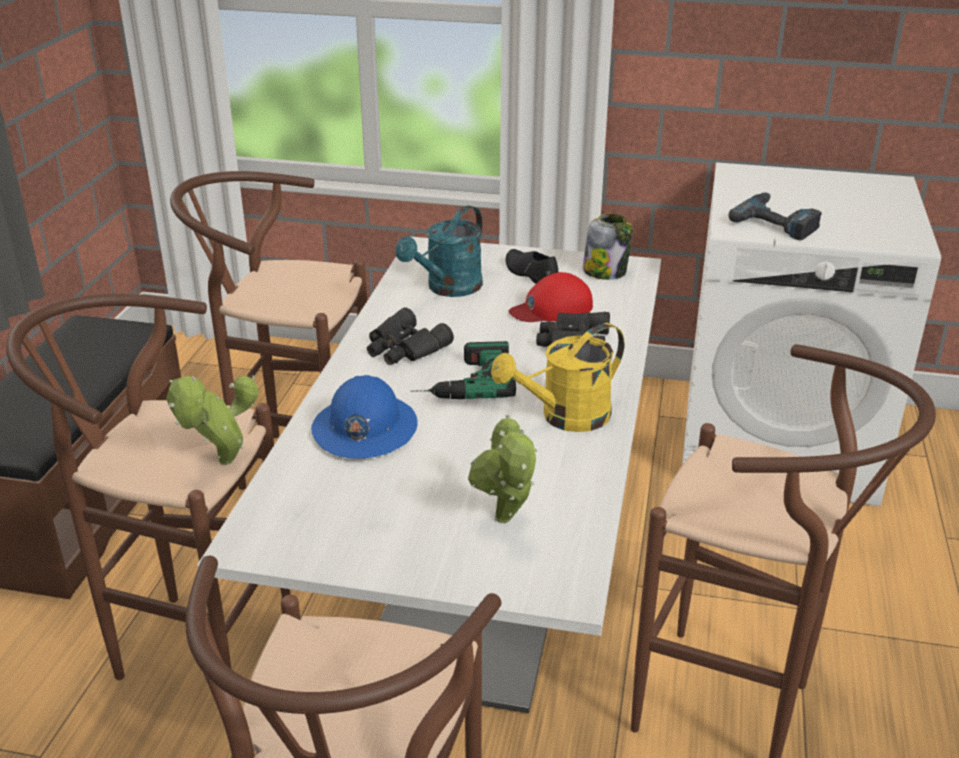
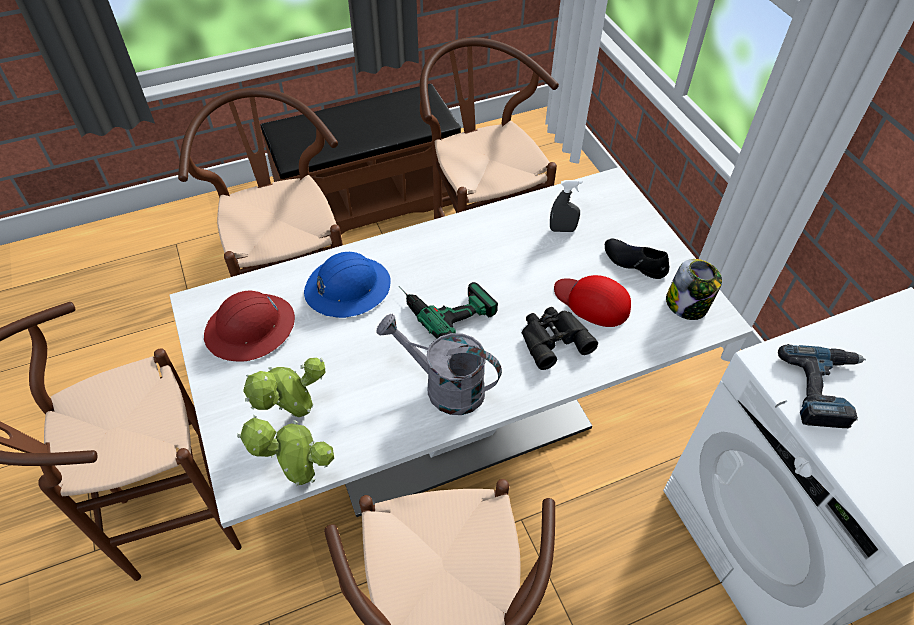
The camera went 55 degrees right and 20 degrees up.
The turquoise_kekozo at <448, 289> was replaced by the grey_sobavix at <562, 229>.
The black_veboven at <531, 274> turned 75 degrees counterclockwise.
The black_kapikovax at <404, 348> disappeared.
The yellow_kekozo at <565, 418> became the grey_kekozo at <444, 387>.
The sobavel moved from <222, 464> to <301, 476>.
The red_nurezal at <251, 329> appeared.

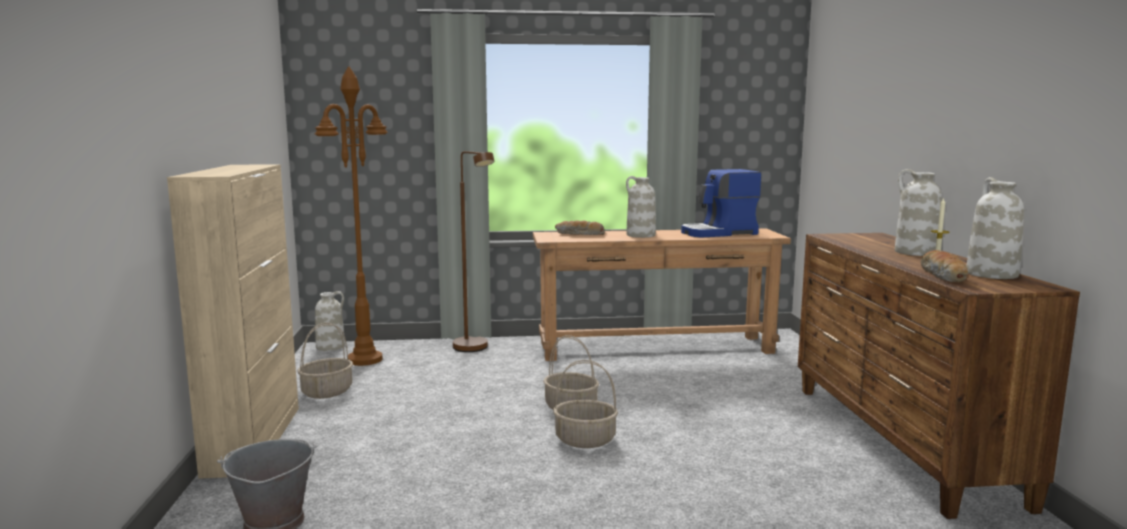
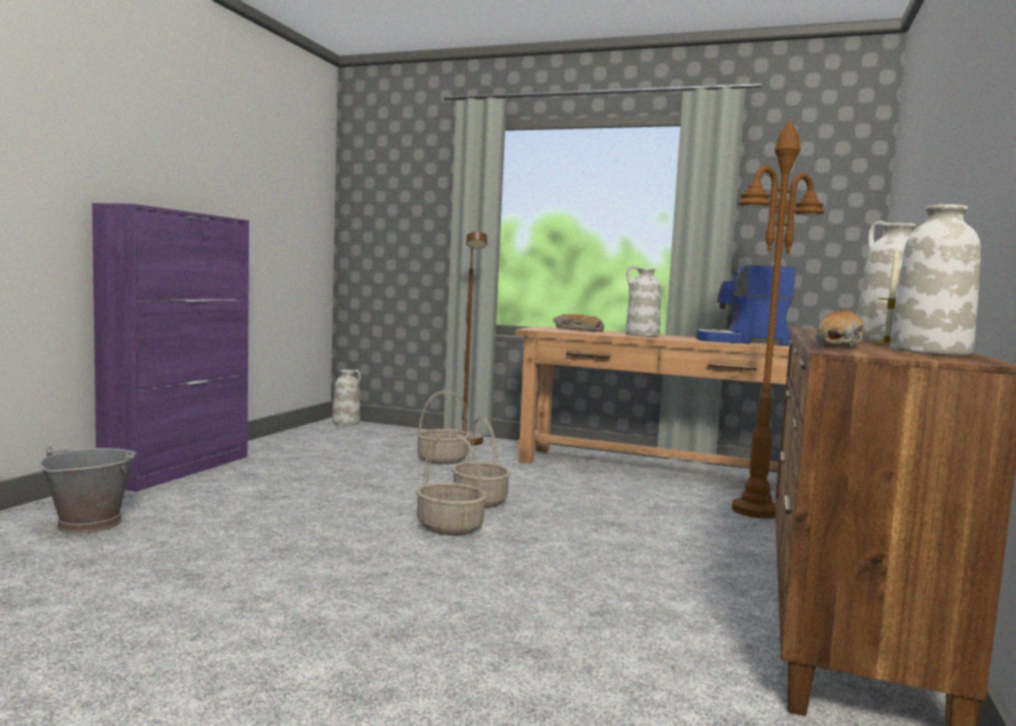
The camera went 25 degrees right and 5 degrees down.
The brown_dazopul moved from <365, 359> to <755, 510>.
The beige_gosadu at <254, 439> became the purple_gosadu at <179, 469>.
The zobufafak moved from <327, 391> to <442, 460>.

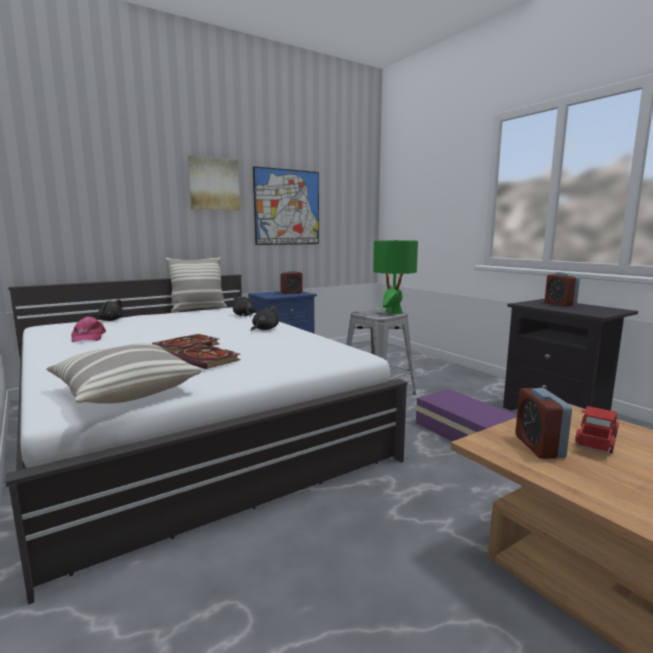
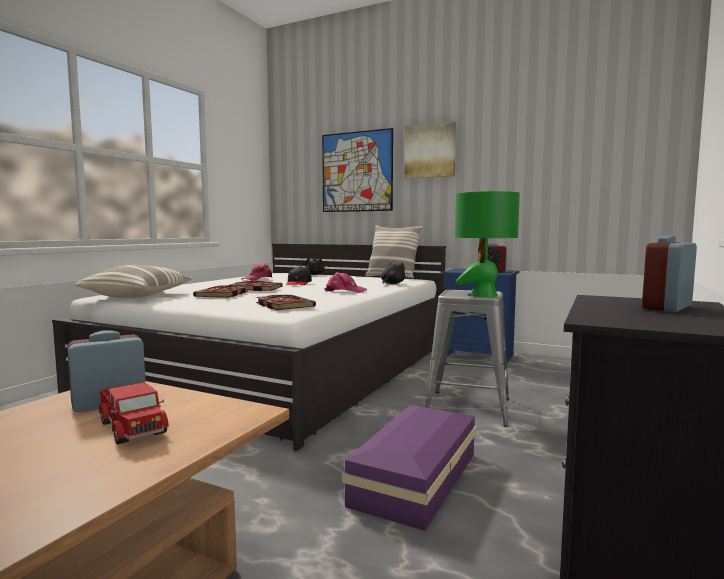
The camera went 60 degrees right and 5 degrees down.
The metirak moved from <287, 207> to <356, 172>.
The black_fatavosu at <264, 329> was replaced by the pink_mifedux at <345, 291>.
The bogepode at <595, 441> turned 45 degrees clockwise.
The black_mifedux at <298, 283> appeared.
The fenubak at <282, 305> appeared.

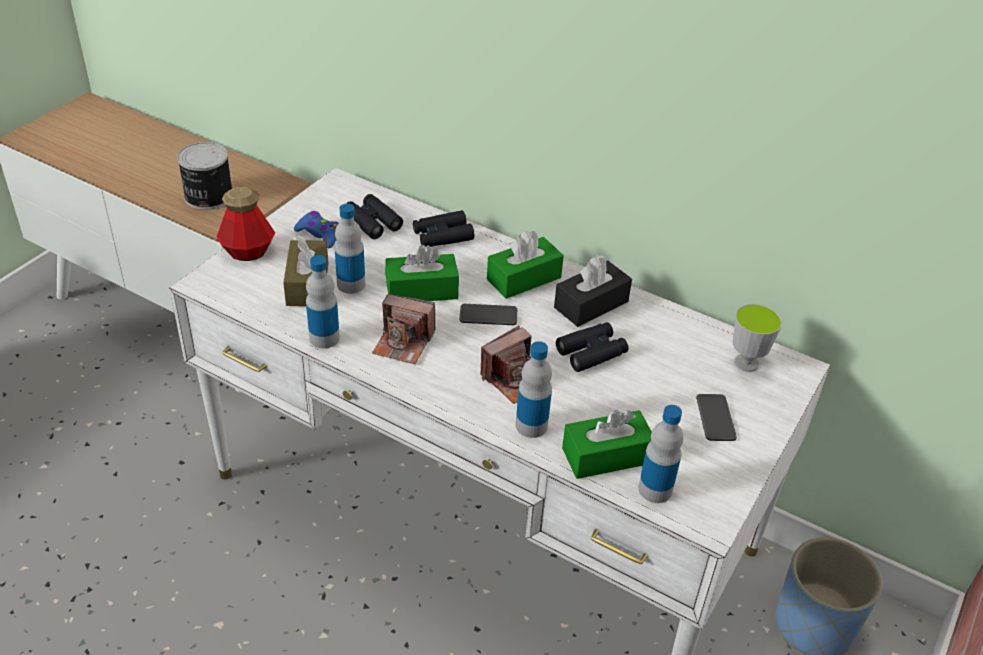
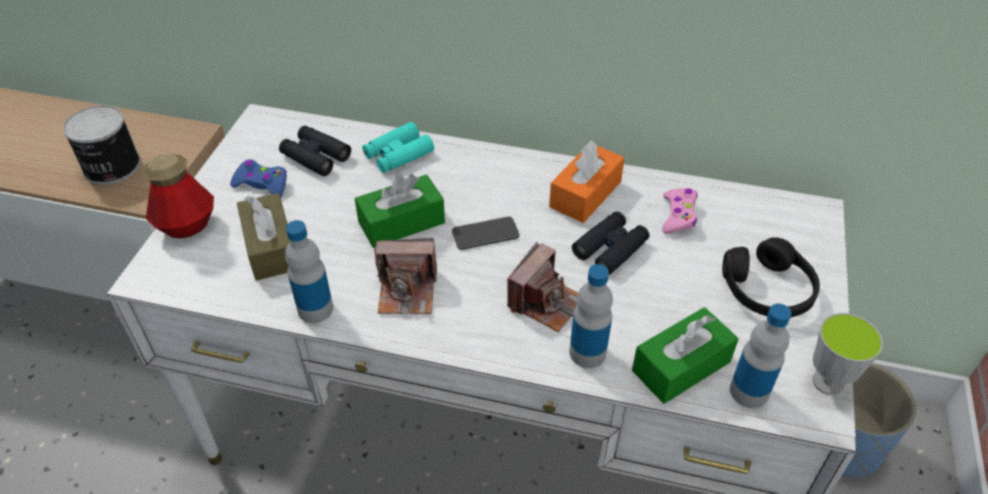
The camera went 15 degrees left and 5 degrees up.
The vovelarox at <351, 284> disappeared.
The black_kapikovax at <442, 236> became the turquoise_kapikovax at <398, 154>.
The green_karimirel at <524, 278> disappeared.
The black_karimirel at <591, 304> became the orange_karimirel at <585, 194>.
The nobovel moved from <746, 363> to <828, 382>.
The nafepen at <715, 418> was replaced by the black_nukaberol at <767, 290>.
The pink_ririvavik at <678, 215> appeared.

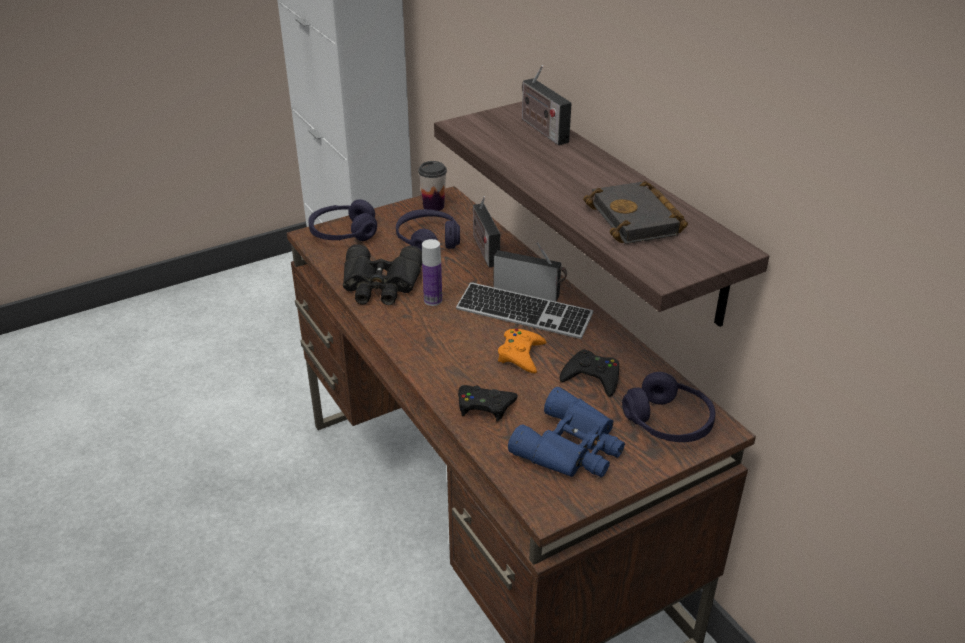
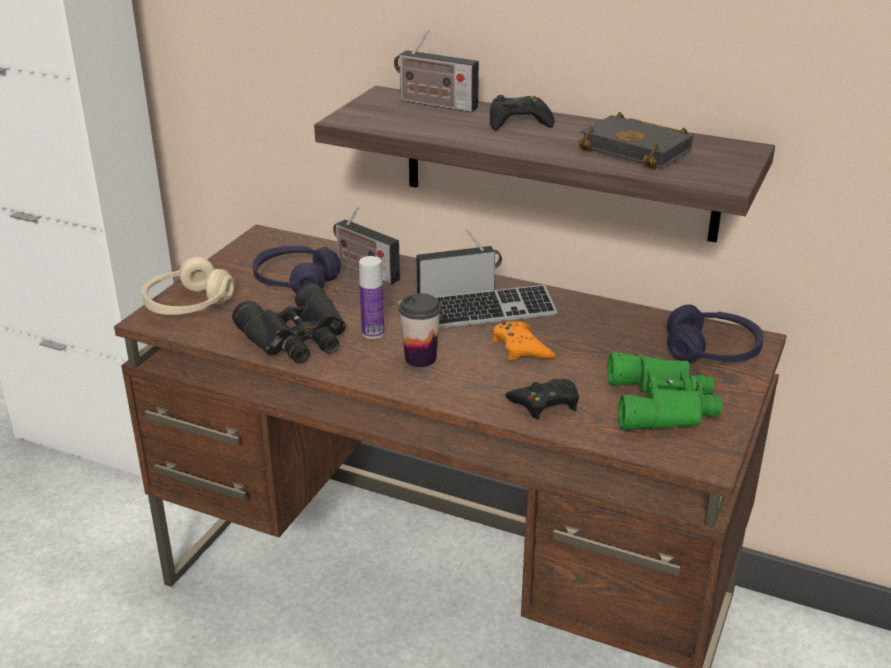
The camera went 35 degrees left and 5 degrees down.
The nobovel moved from <433, 206> to <420, 359>.
The purple_nukaberol at <343, 233> became the beige_nukaberol at <188, 305>.
The black_ririvavik moved from <592, 377> to <518, 121>.
The blue_kapikovax at <572, 447> became the green_kapikovax at <664, 404>.

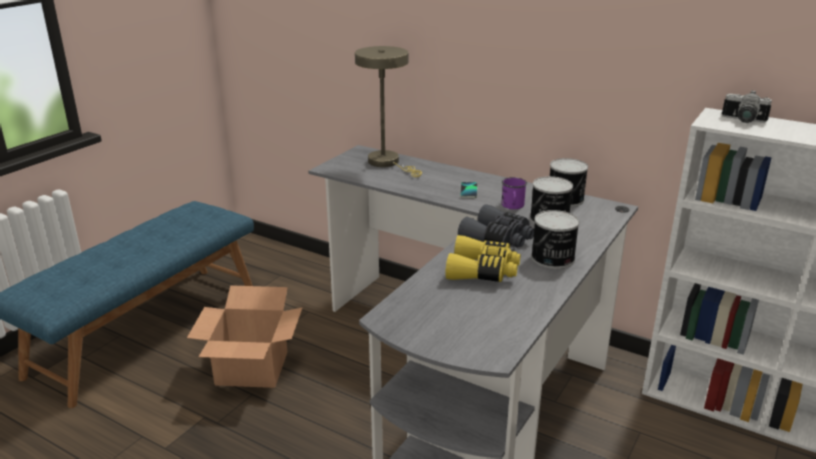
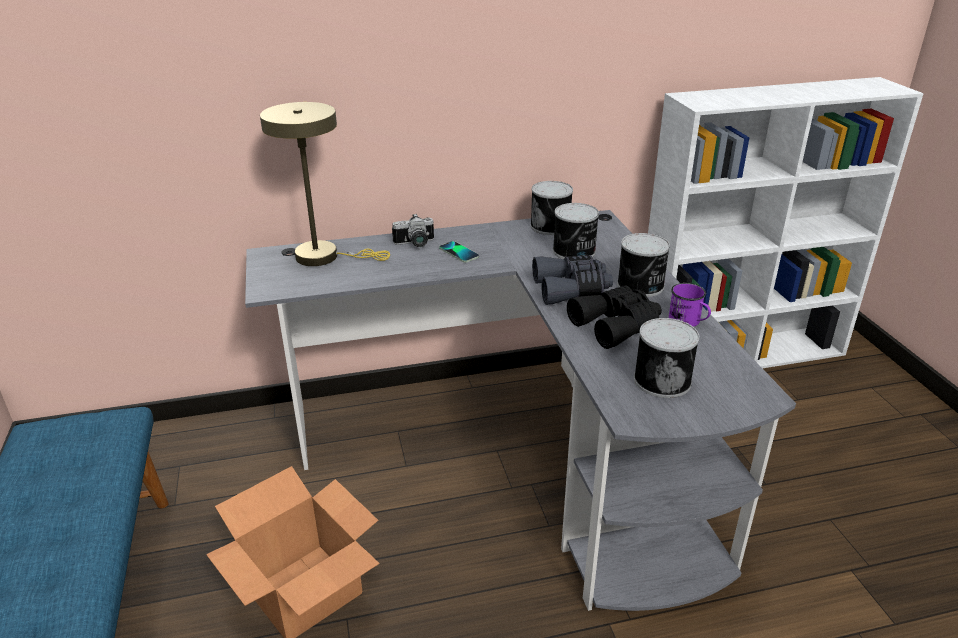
The camera went 45 degrees left and 5 degrees up.
The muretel moved from <743, 120> to <415, 244>.
The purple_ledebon moved from <512, 206> to <688, 322>.
The yellow_kapikovax at <483, 271> became the black_kapikovax at <617, 325>.
The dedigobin at <662, 380> appeared.

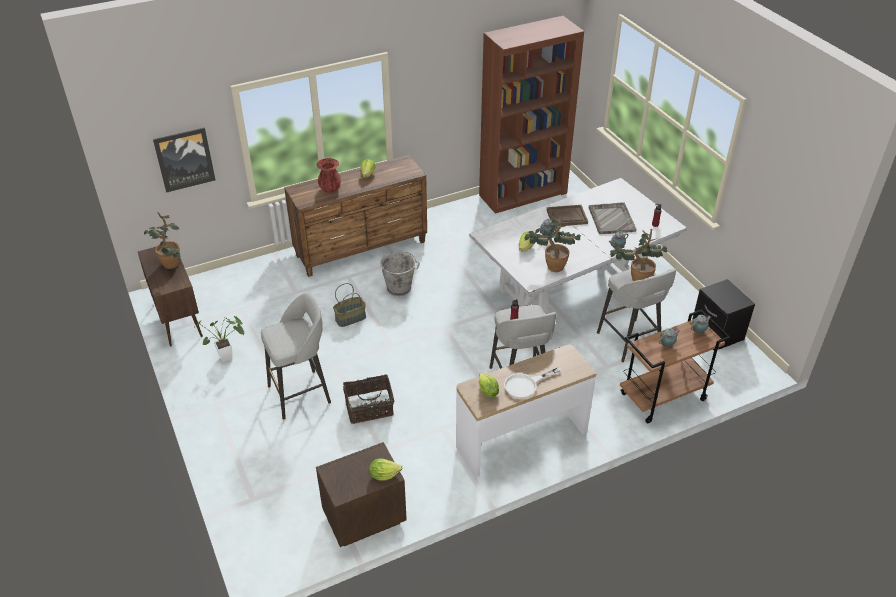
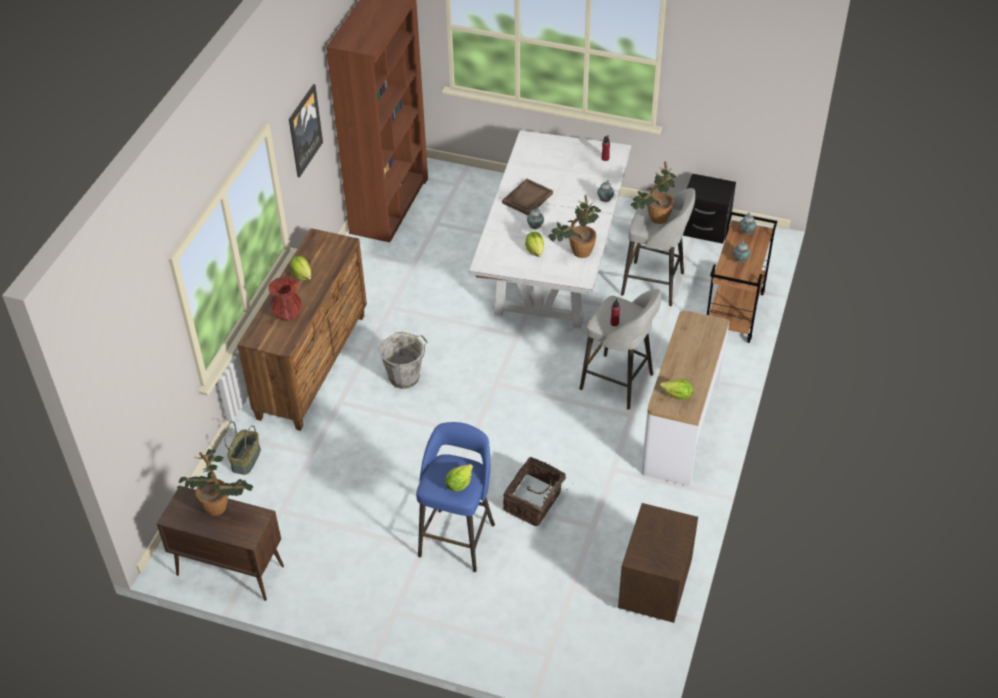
The camera went 45 degrees left and 5 degrees up.
The metirak moved from <184, 159> to <304, 130>.
The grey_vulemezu at <611, 219> disappeared.
The zobufafak moved from <350, 318> to <245, 459>.
The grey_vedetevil at <301, 394> became the blue_vedetevil at <458, 538>.
The sobavel at <229, 357> disappeared.
The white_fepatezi at <525, 385> disappeared.
The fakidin moved from <384, 475> to <459, 484>.

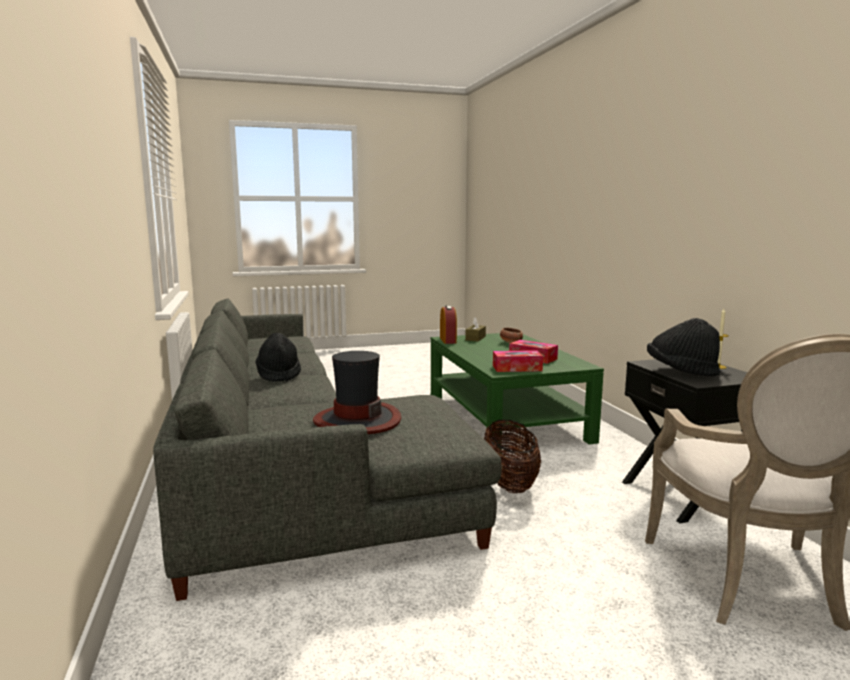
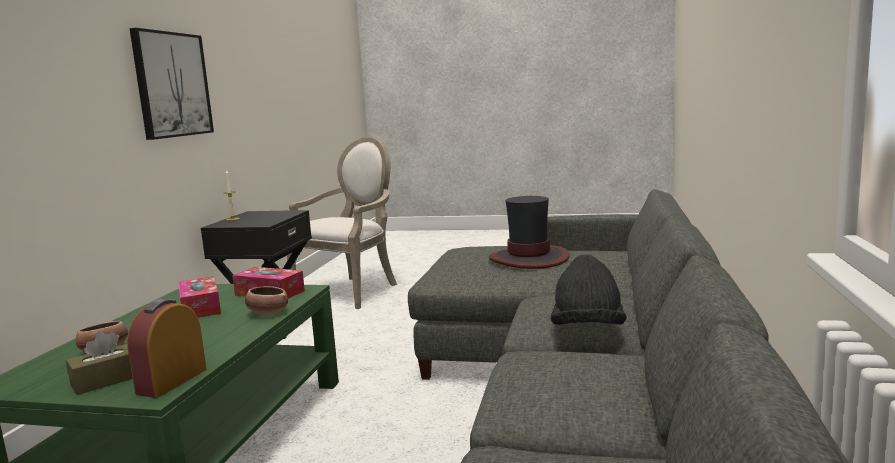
The camera went 150 degrees left and 0 degrees up.
The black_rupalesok at <681, 372> disappeared.
The zobufafak at <510, 483> disappeared.
The metirak at <172, 85> appeared.
The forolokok at <267, 313> appeared.

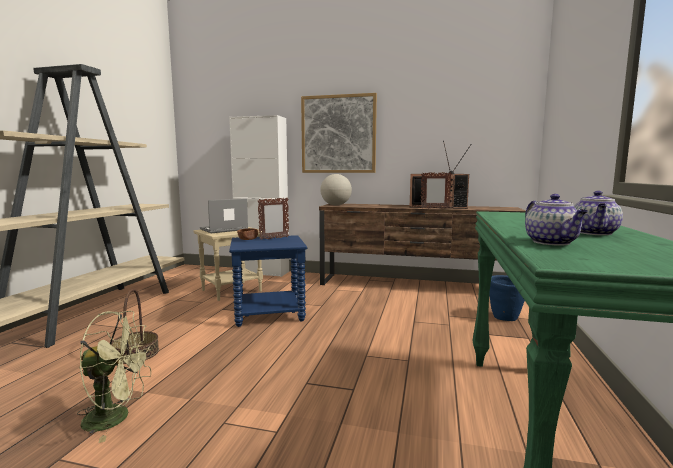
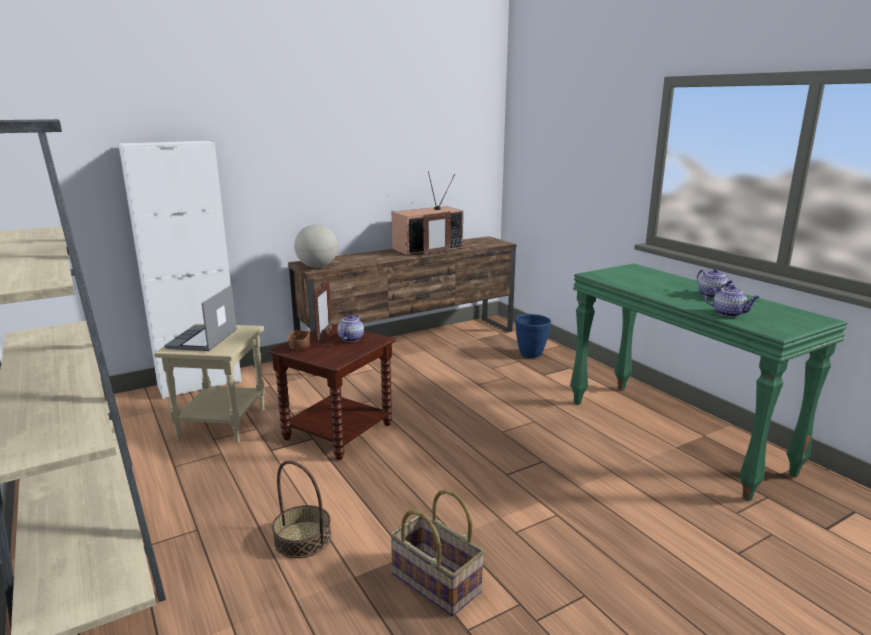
The camera went 45 degrees left and 10 degrees up.
The metirak at <338, 134> disappeared.
The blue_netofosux at <269, 313> became the brown_netofosux at <337, 431>.
The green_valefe at <116, 417> was replaced by the zobufafak at <434, 583>.
The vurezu at <351, 338> appeared.

